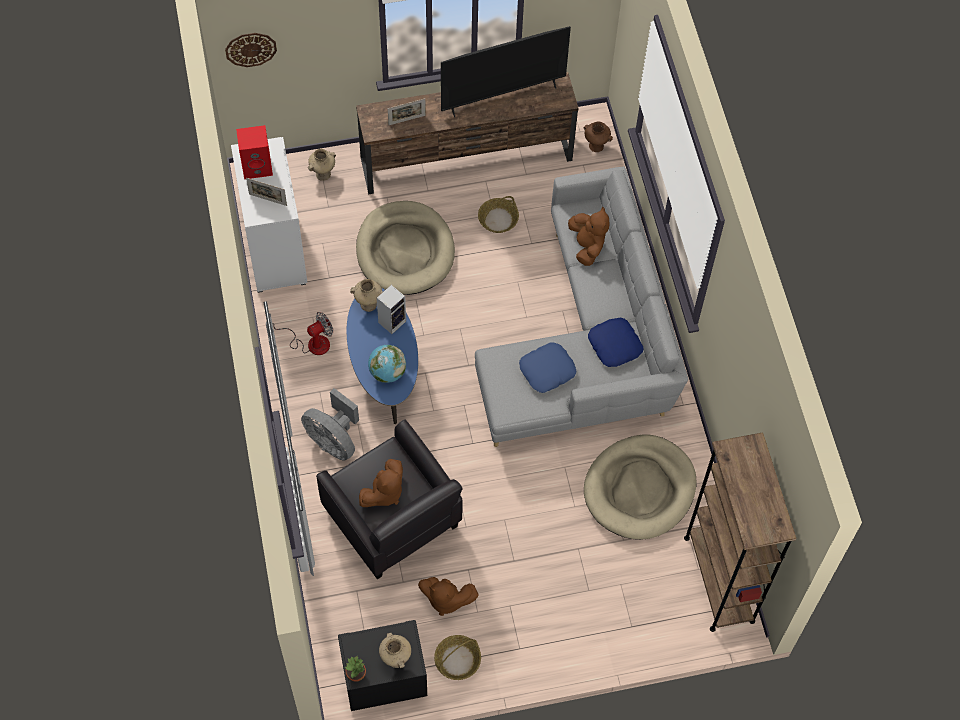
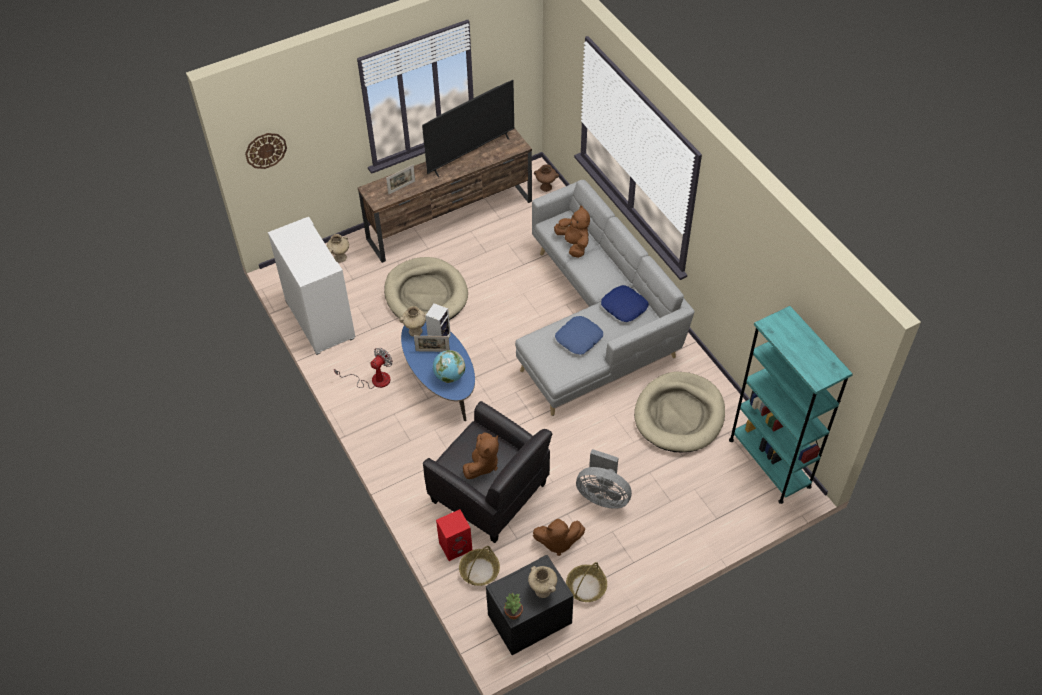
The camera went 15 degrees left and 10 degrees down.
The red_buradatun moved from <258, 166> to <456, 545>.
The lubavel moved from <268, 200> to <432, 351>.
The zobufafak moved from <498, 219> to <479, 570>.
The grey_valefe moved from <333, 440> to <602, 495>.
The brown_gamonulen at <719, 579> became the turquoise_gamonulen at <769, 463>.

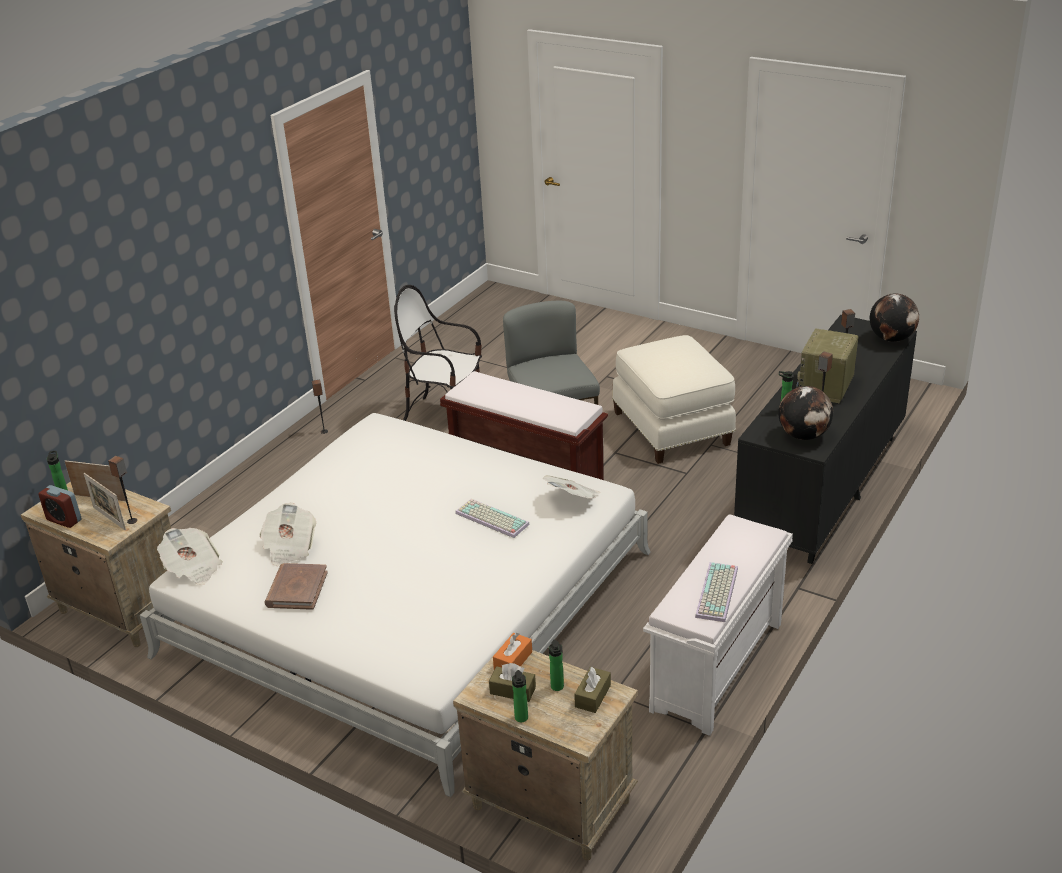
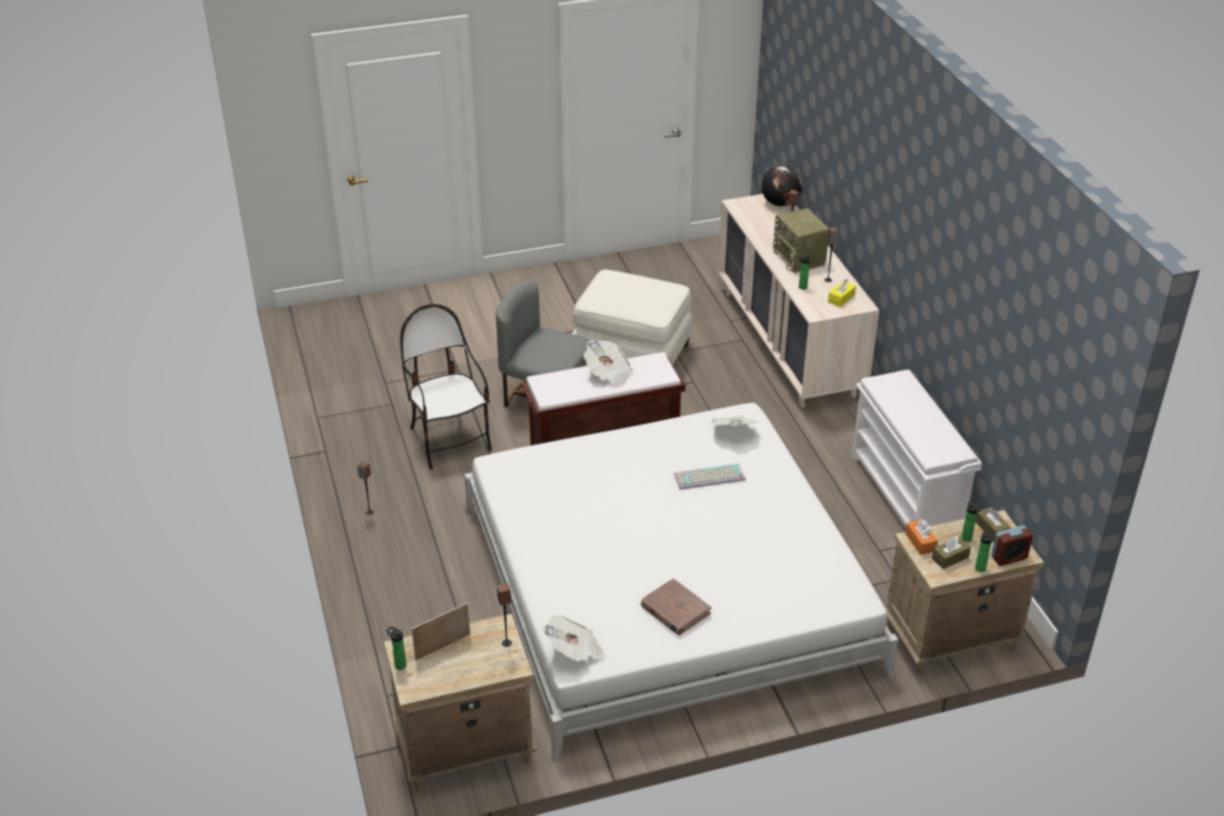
The camera went 50 degrees left and 5 degrees up.
The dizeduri at <445, 415> turned 90 degrees clockwise.
The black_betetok at <822, 488> became the beige_betetok at <788, 343>.
The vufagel at <803, 435> was replaced by the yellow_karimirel at <841, 299>.
The lubavel at <109, 518> disappeared.
The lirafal moved from <64, 520> to <1009, 557>.
The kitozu moved from <289, 547> to <608, 374>.
The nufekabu at <718, 593> disappeared.

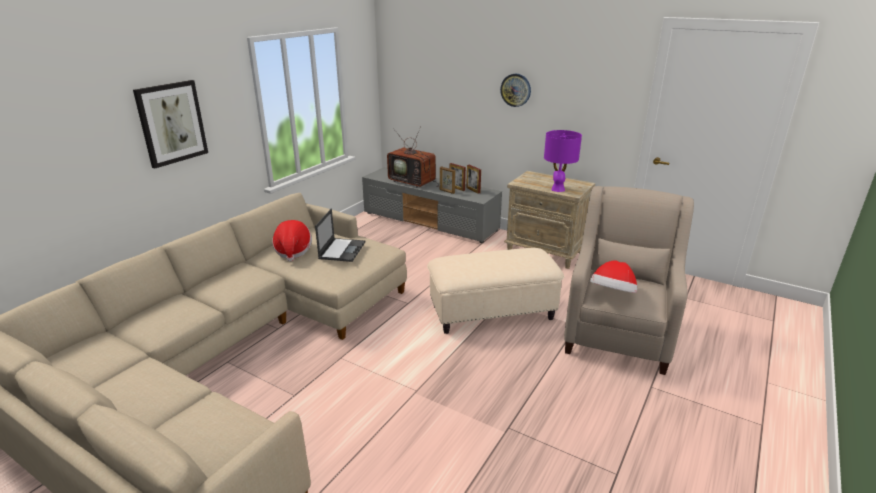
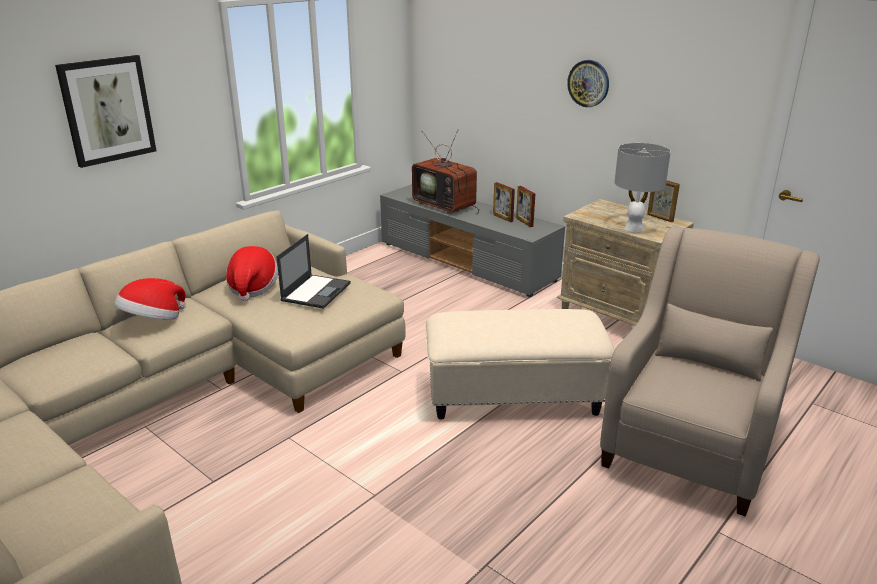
The camera went 10 degrees right and 0 degrees up.
The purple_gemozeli at <558, 189> became the grey_gemozeli at <634, 228>.
The lubavel moved from <447, 191> to <660, 218>.
The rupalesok moved from <612, 295> to <153, 321>.

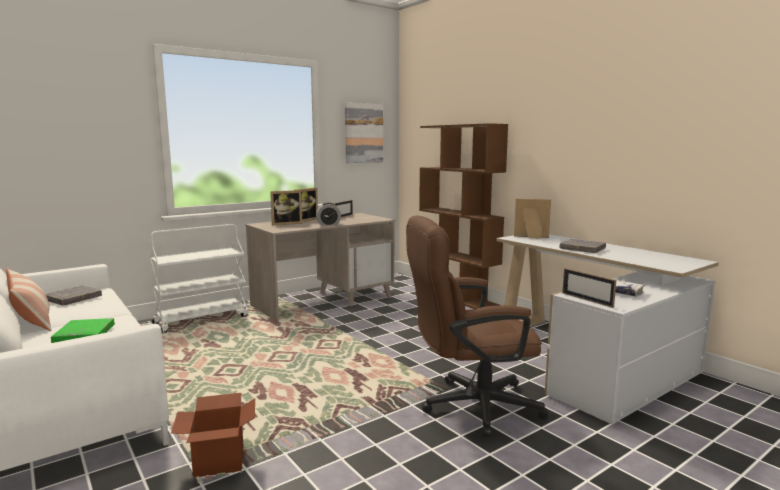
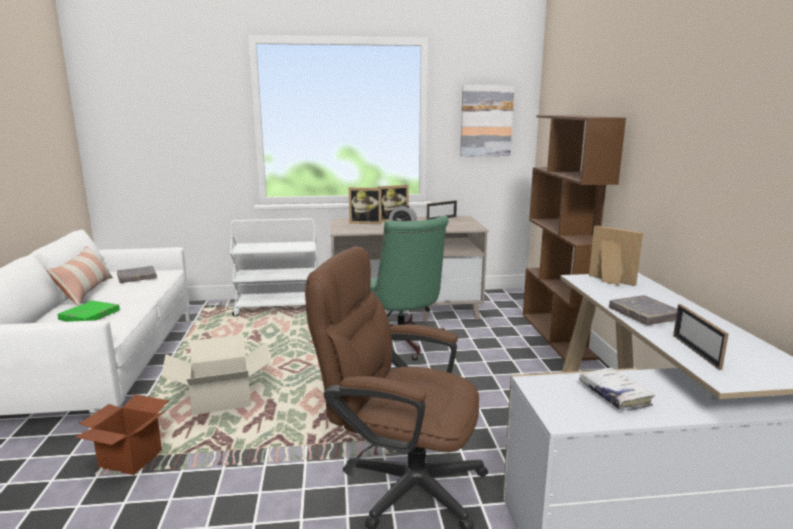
The camera went 30 degrees right and 5 degrees up.
The lubavel moved from <587, 300> to <696, 351>.
The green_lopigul at <402, 345> appeared.
The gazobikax at <221, 399> appeared.

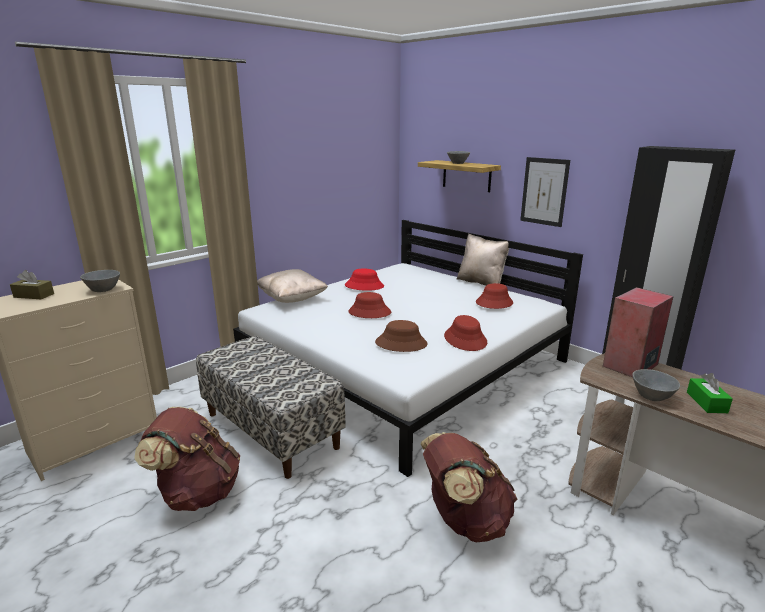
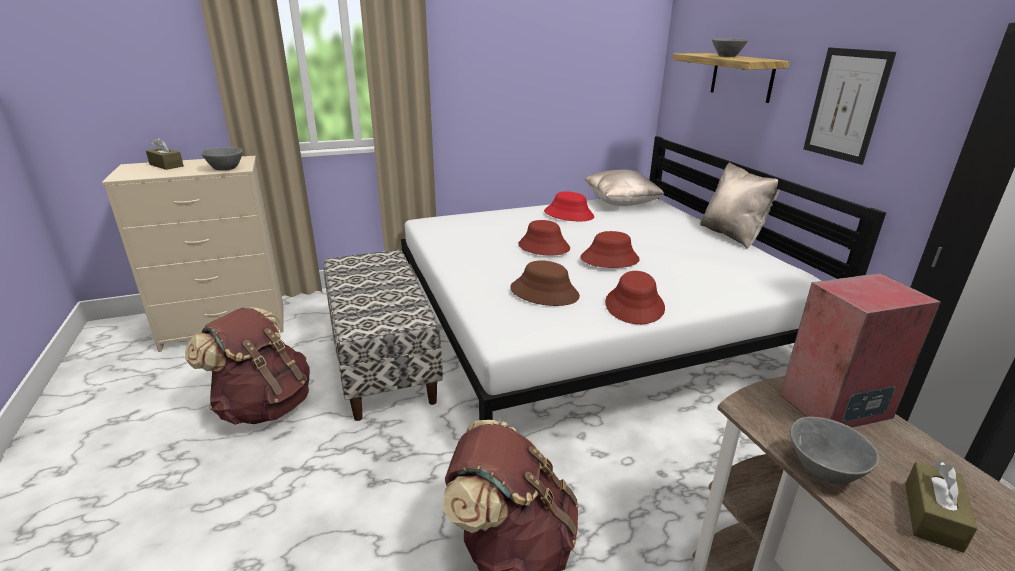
The camera went 25 degrees right and 5 degrees up.
The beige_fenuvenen moved from <292, 299> to <621, 203>.
The red_rupalesok moved from <494, 303> to <609, 259>.
The green_karimirel at <706, 402> became the brown_karimirel at <932, 516>.

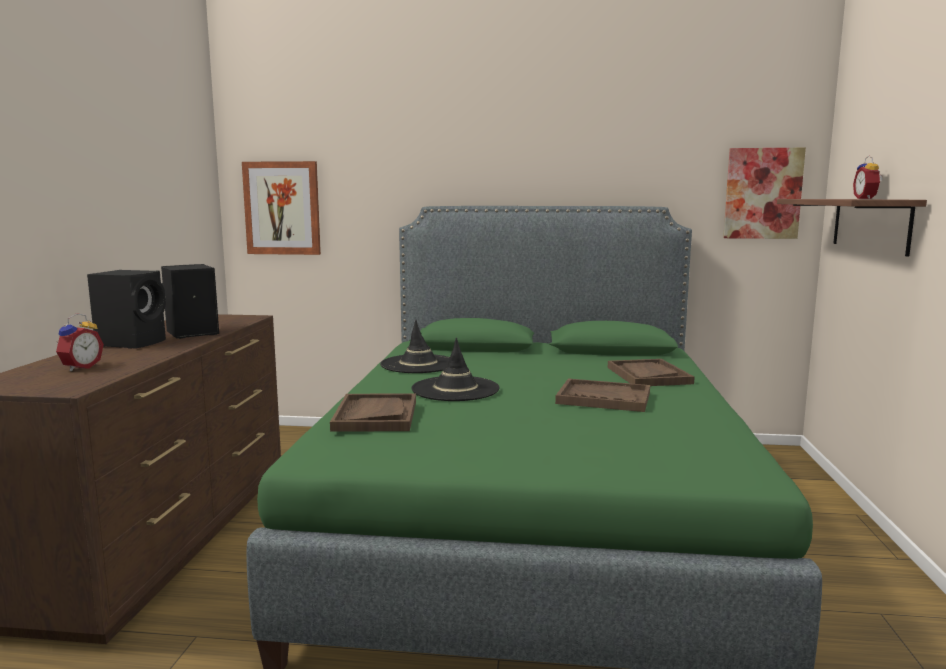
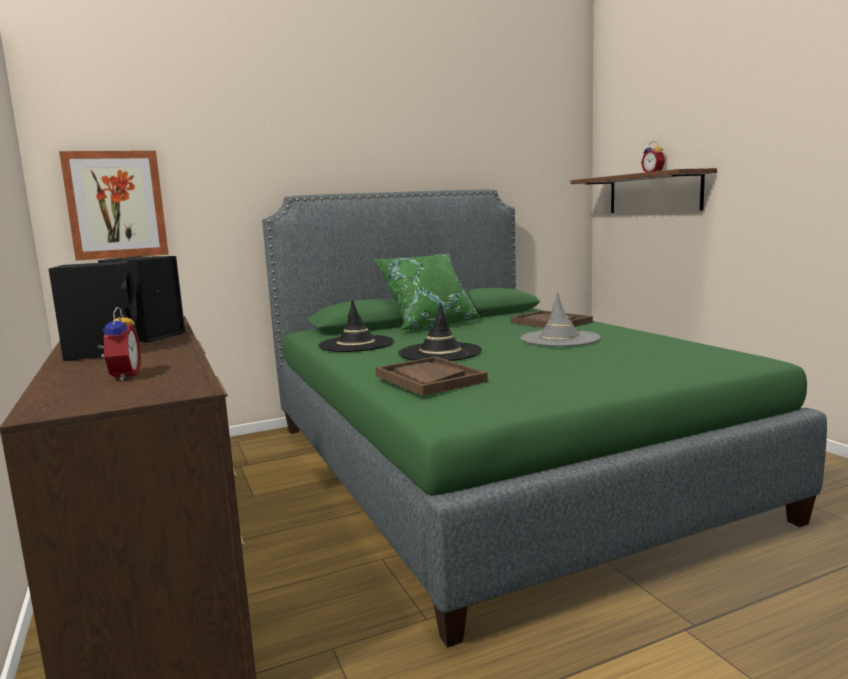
The camera went 30 degrees left and 0 degrees up.
The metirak at <762, 193> disappeared.
The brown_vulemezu at <603, 398> was replaced by the grey_rupalesok at <559, 339>.
The green_fenuvenen at <430, 325> appeared.

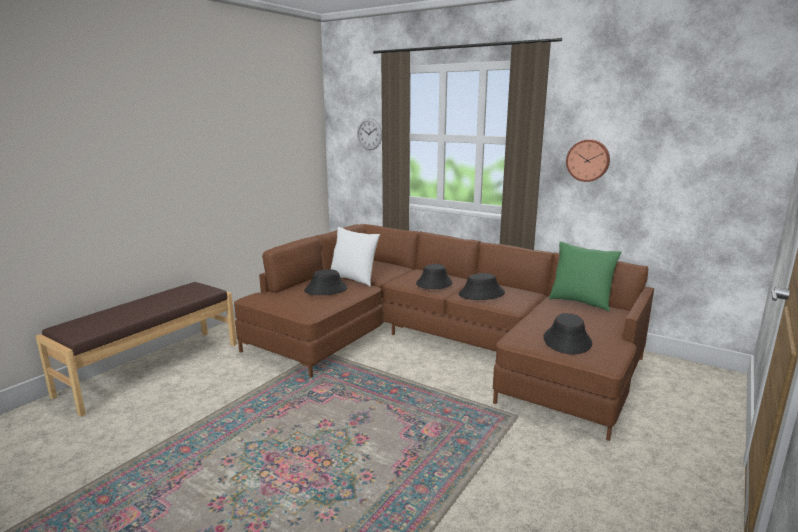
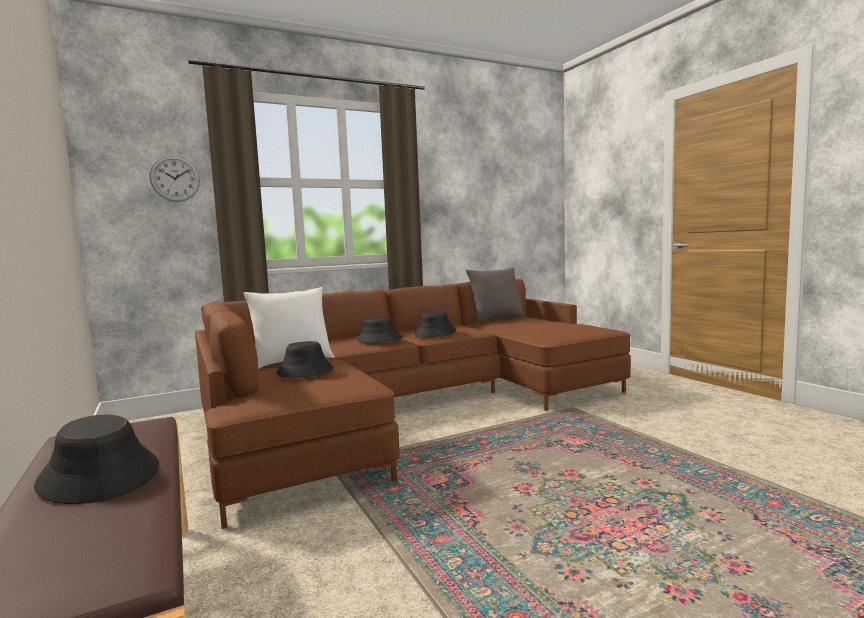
The camera went 60 degrees left and 10 degrees down.
The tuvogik at <588, 160> disappeared.
The green_fenuvenen at <580, 302> became the grey_fenuvenen at <496, 319>.
The black_rupalesok moved from <567, 341> to <100, 475>.

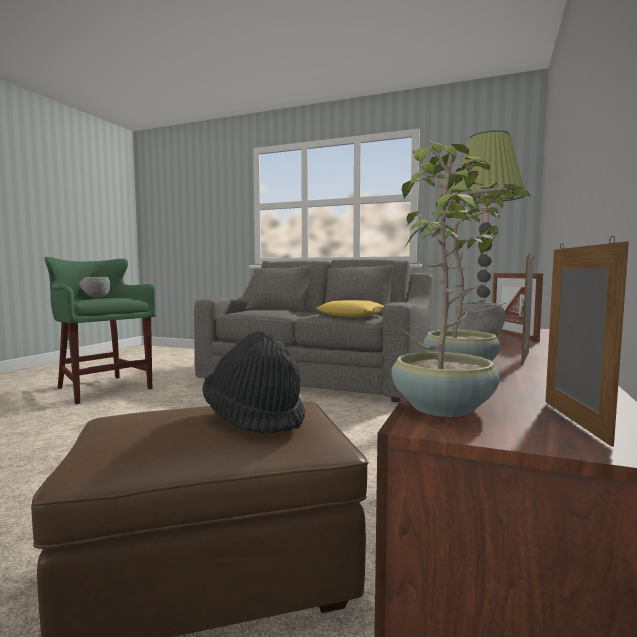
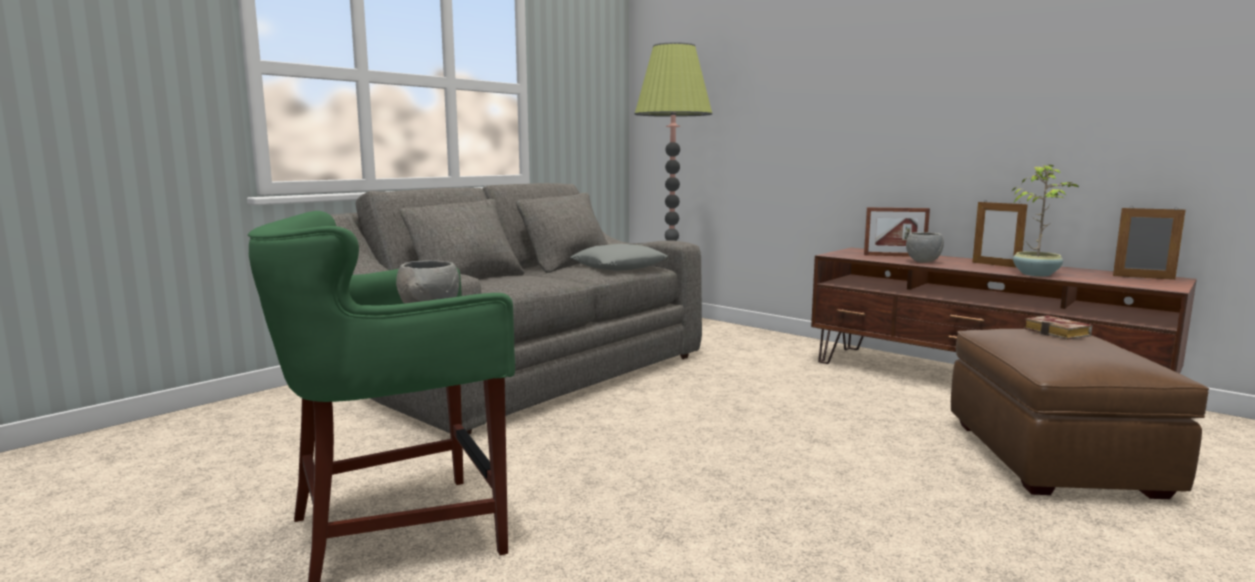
The camera went 70 degrees left and 5 degrees up.
The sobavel at <444, 407> disappeared.
The yellow_fenuvenen at <352, 315> became the grey_fenuvenen at <619, 266>.
The black_rupalesok at <255, 418> was replaced by the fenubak at <1060, 333>.

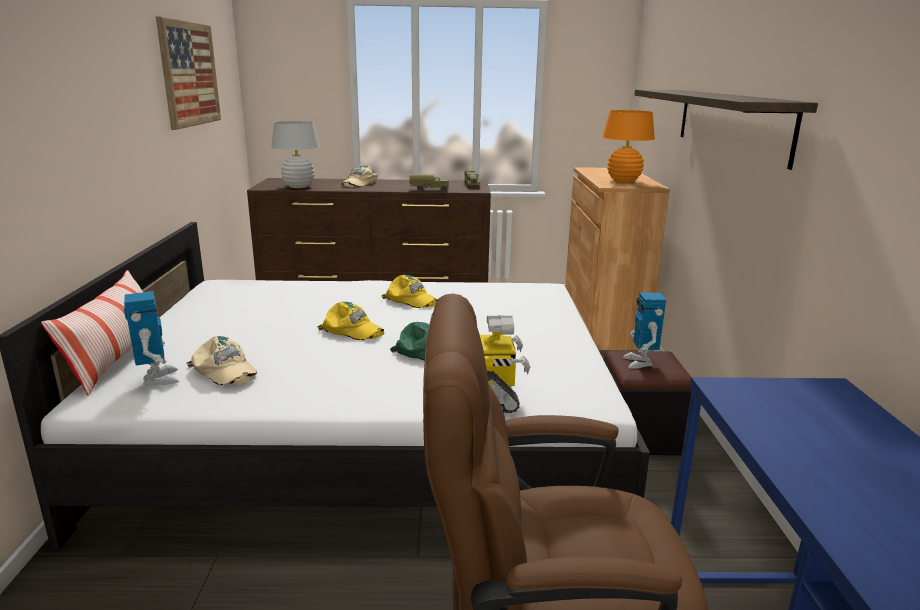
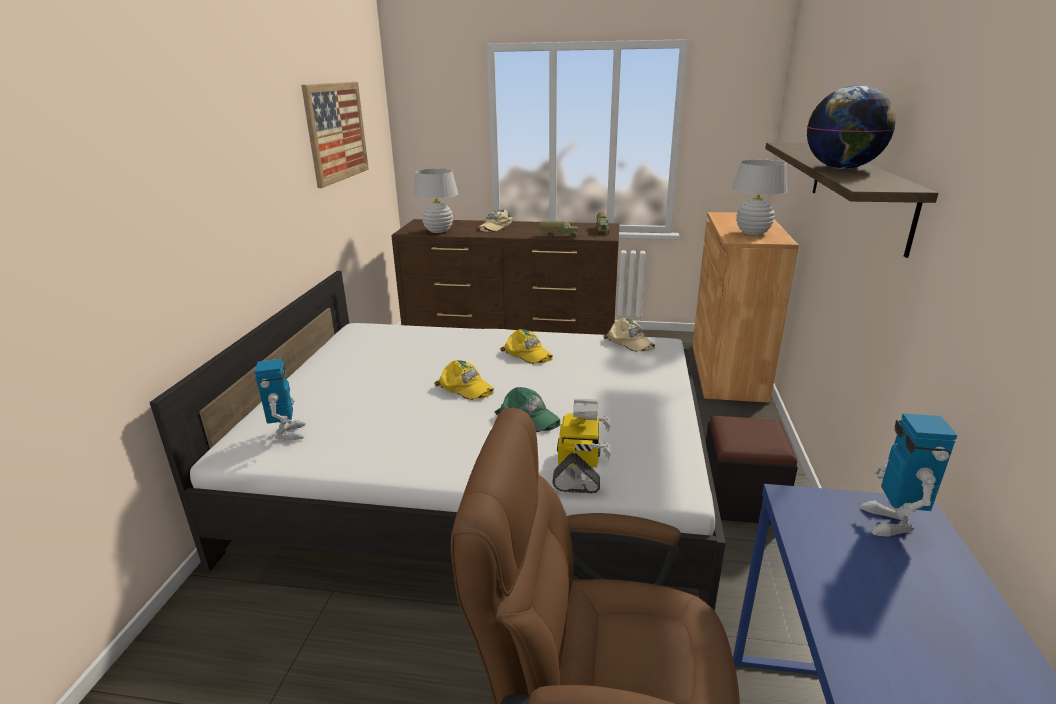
The camera went 10 degrees right and 5 degrees up.
The orange_gemozeli at <623, 181> became the white_gemozeli at <753, 233>.
The fenuvenen at <116, 359> disappeared.
The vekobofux moved from <640, 362> to <891, 522>.
The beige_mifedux moved from <224, 370> to <630, 341>.
The vufagel at <842, 168> appeared.

